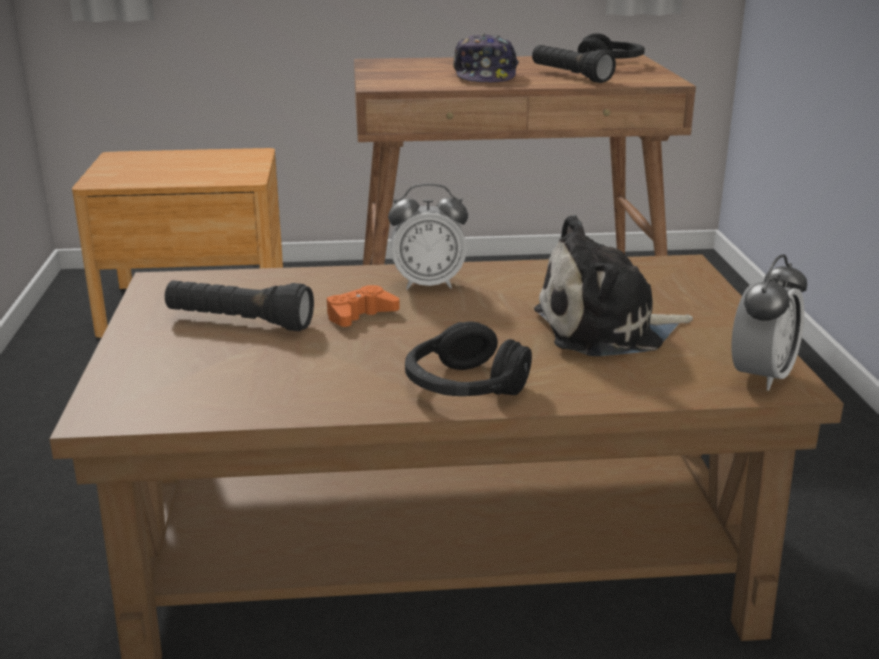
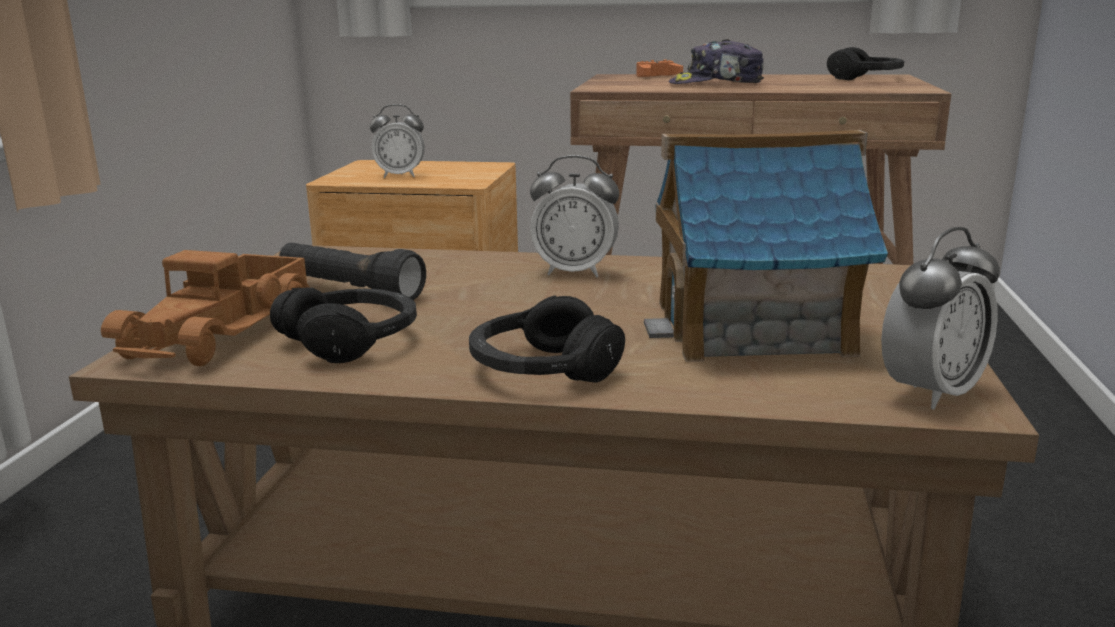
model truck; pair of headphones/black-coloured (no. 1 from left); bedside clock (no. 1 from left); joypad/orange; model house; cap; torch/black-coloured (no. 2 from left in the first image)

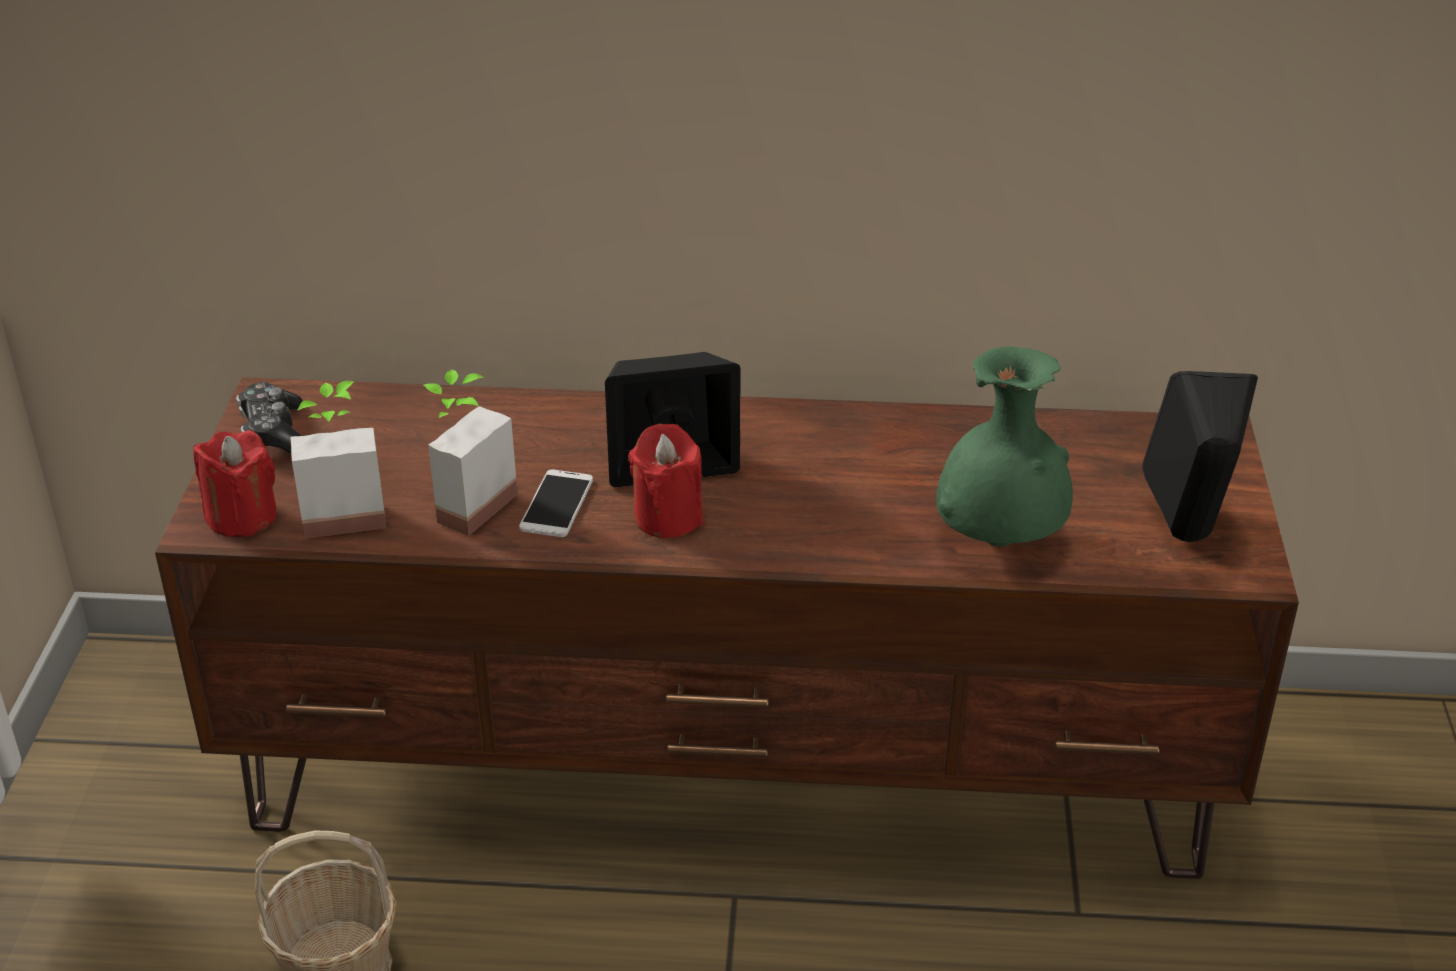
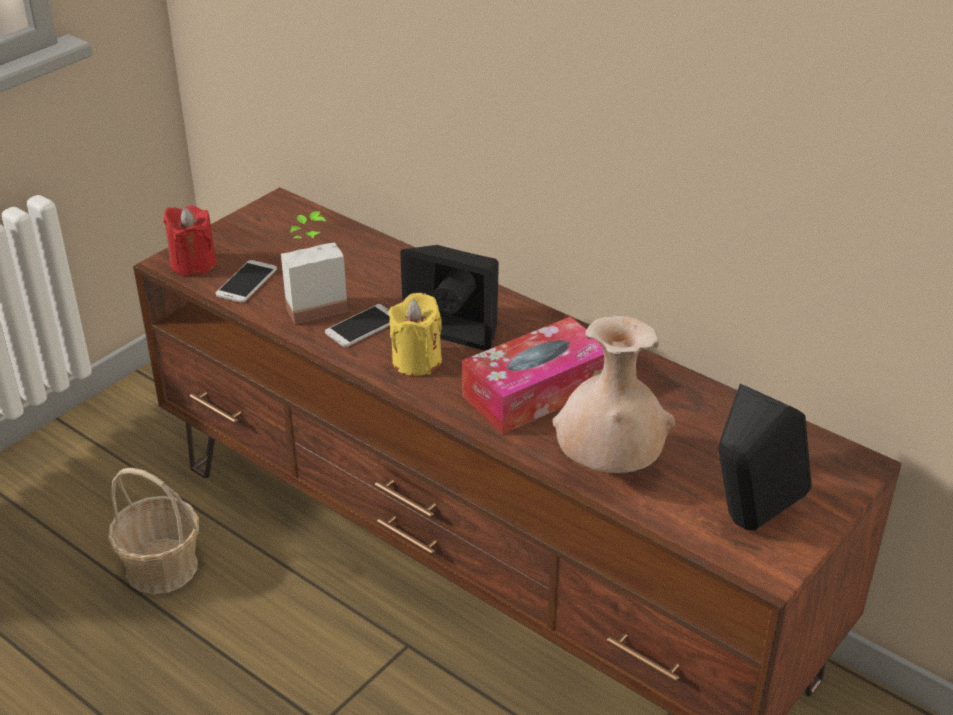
phone (no. 1 from left); wax candle/yellowish; box of tissues; vase/beige-coloured; joypad

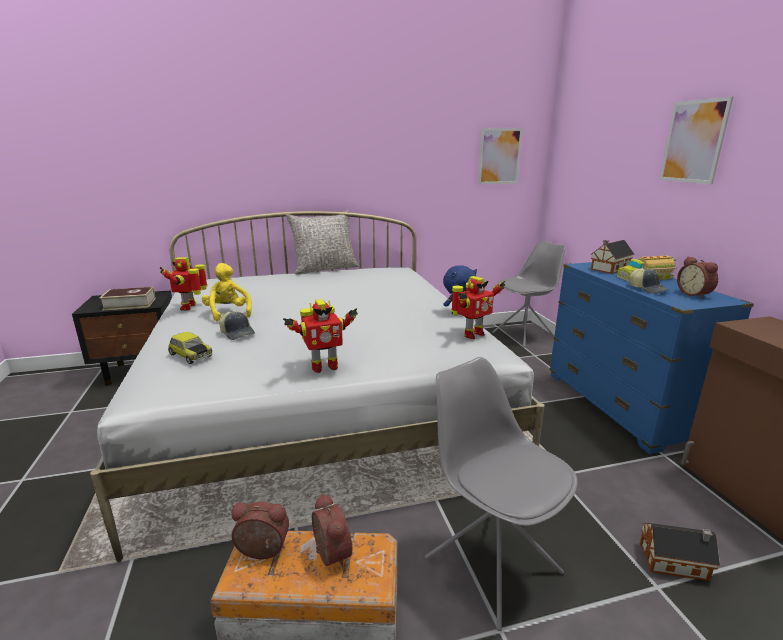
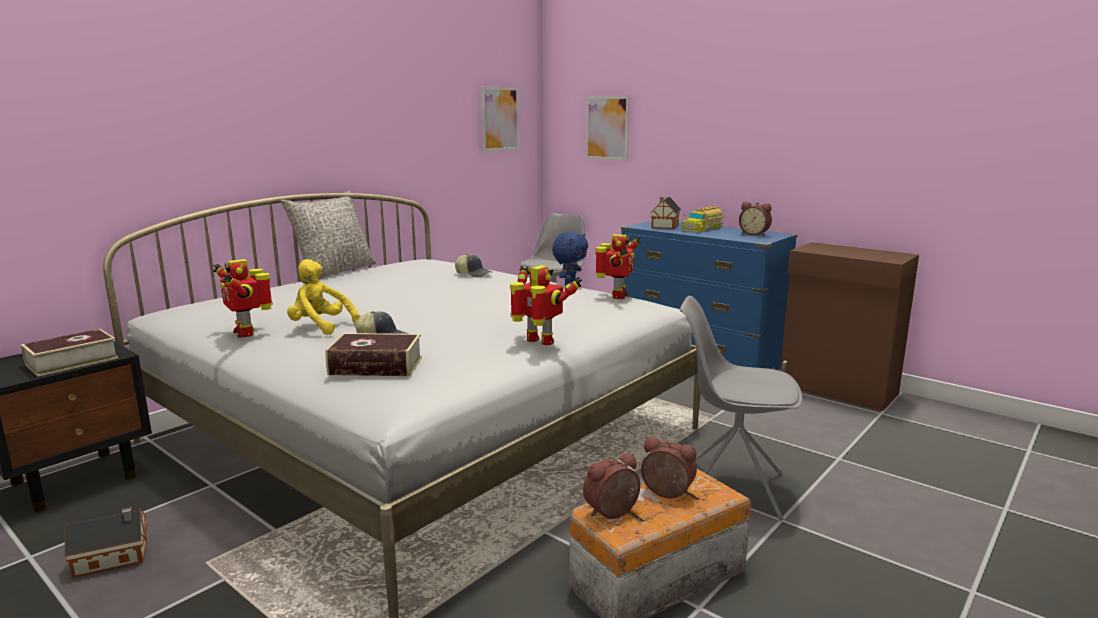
model house (no. 1 from left); bound book (no. 2 from left); cap (no. 2 from left); model robot (no. 2 from left); wall art (no. 2 from left)

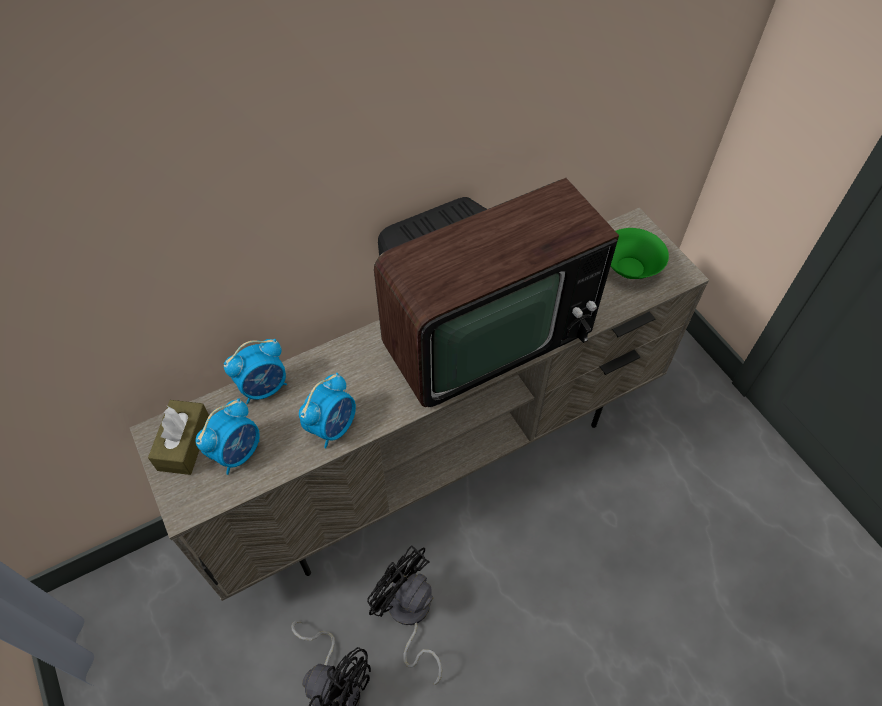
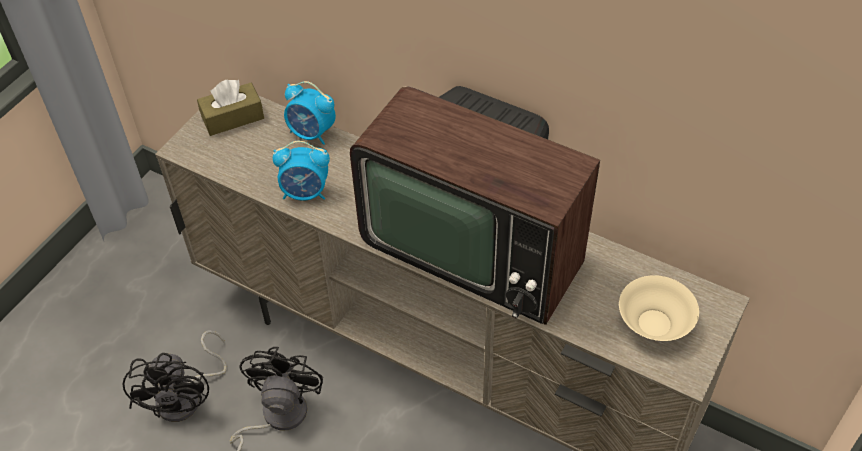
bowl/beige-coloured; bedside clock (no. 1 from left in the first image)

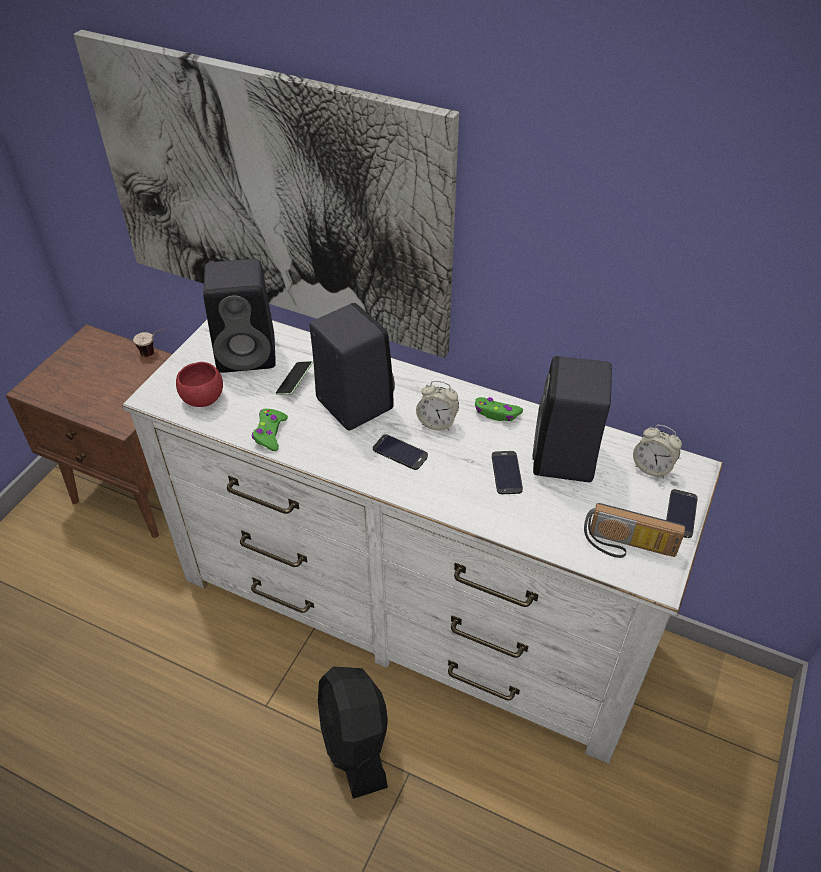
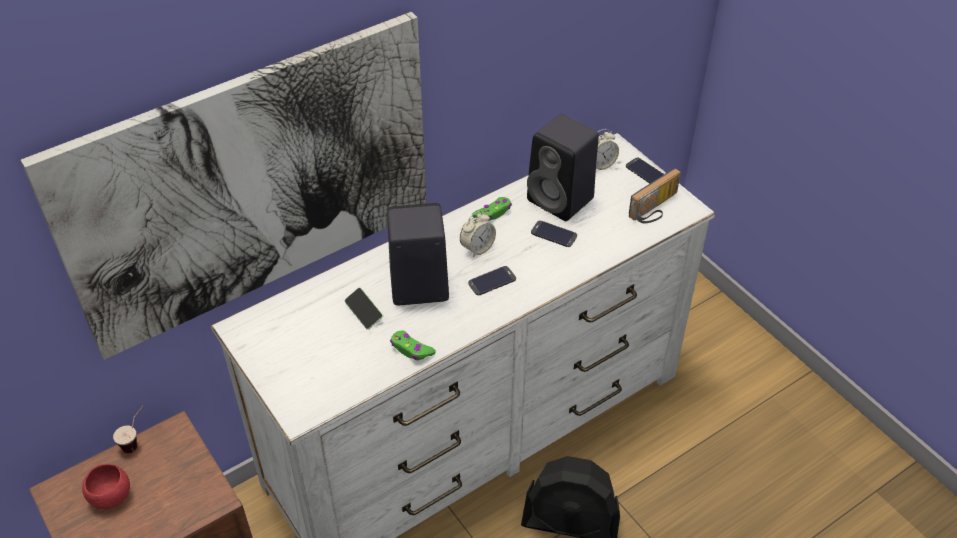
bowl/red-coloured; speaker/black-coloured (no. 1 from left in the first image)

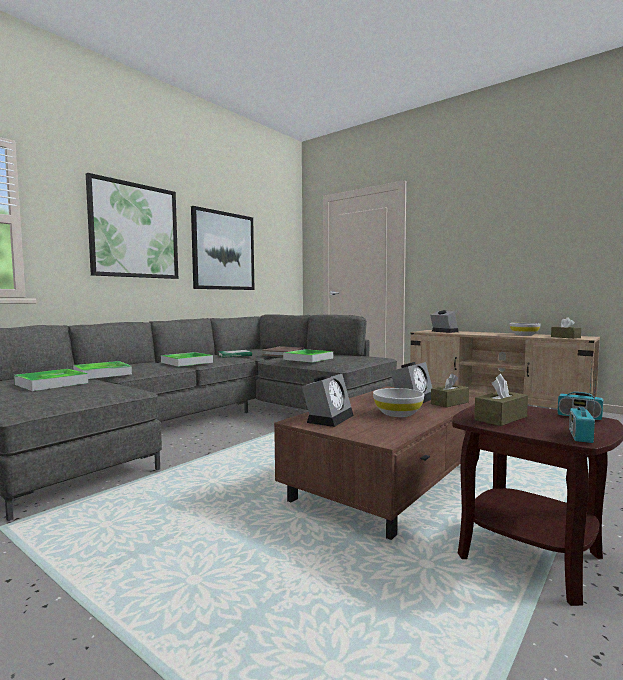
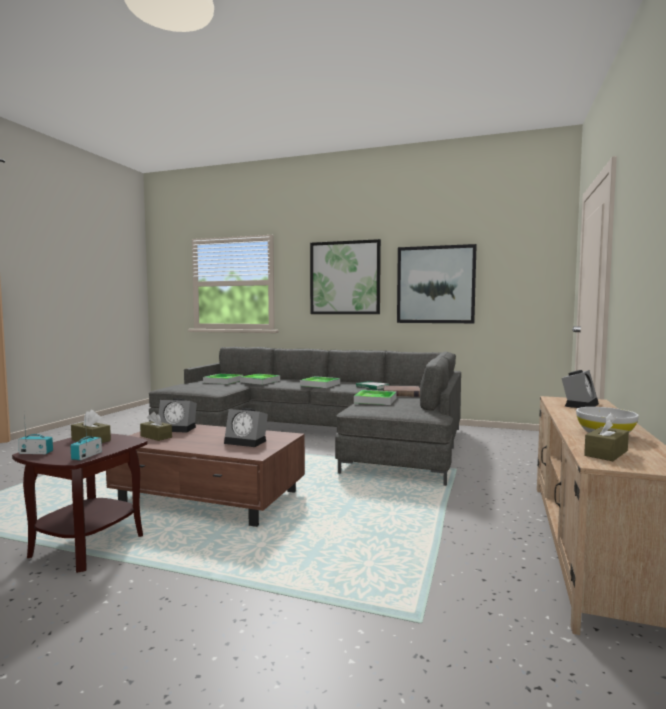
box of tissues/brownish (no. 2 from left); bowl/whitish (no. 1 from left in the first image)

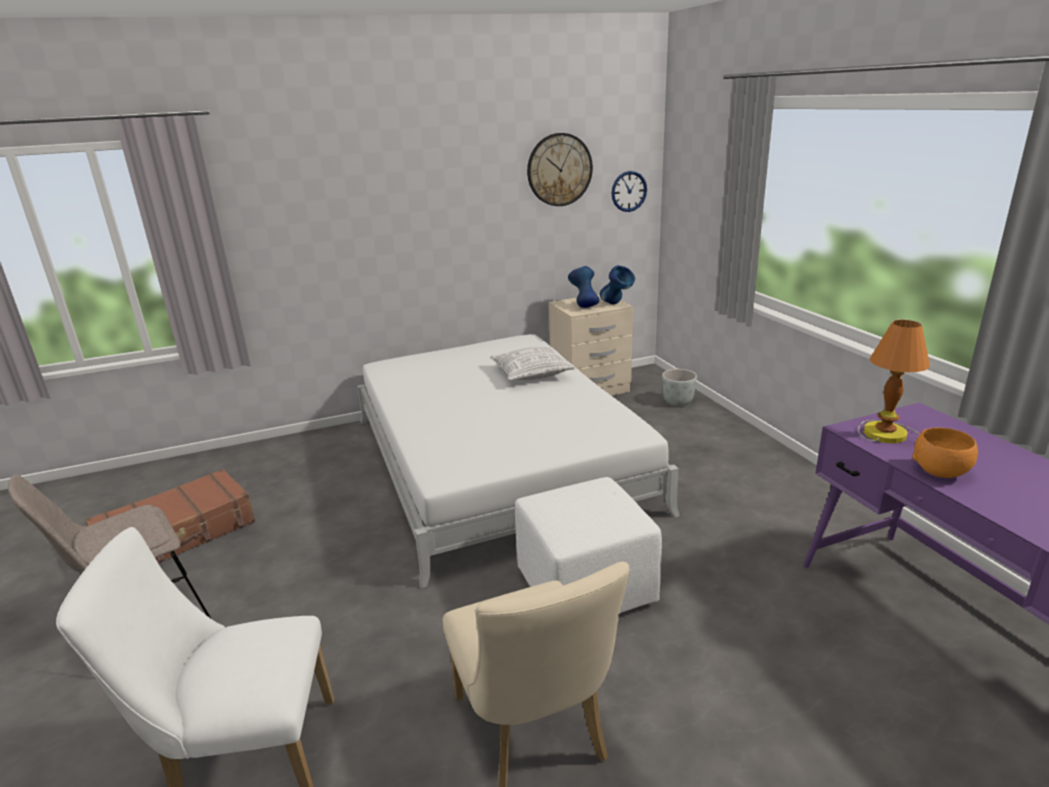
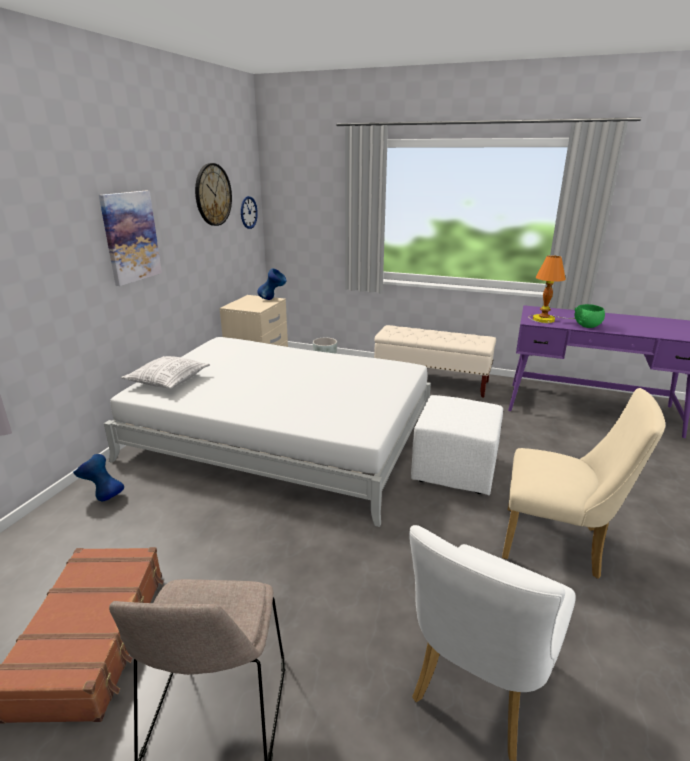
vase/blue (no. 1 from left); wall art; throw pillow; long seat/beige-coloured; bowl/greenish

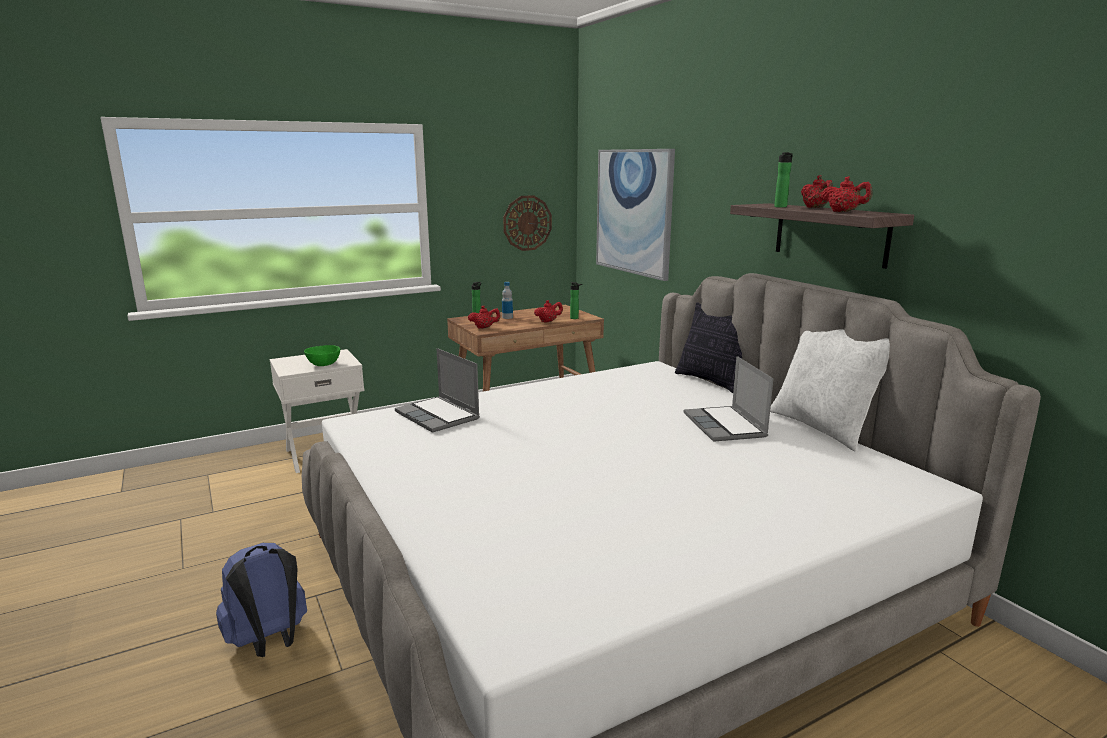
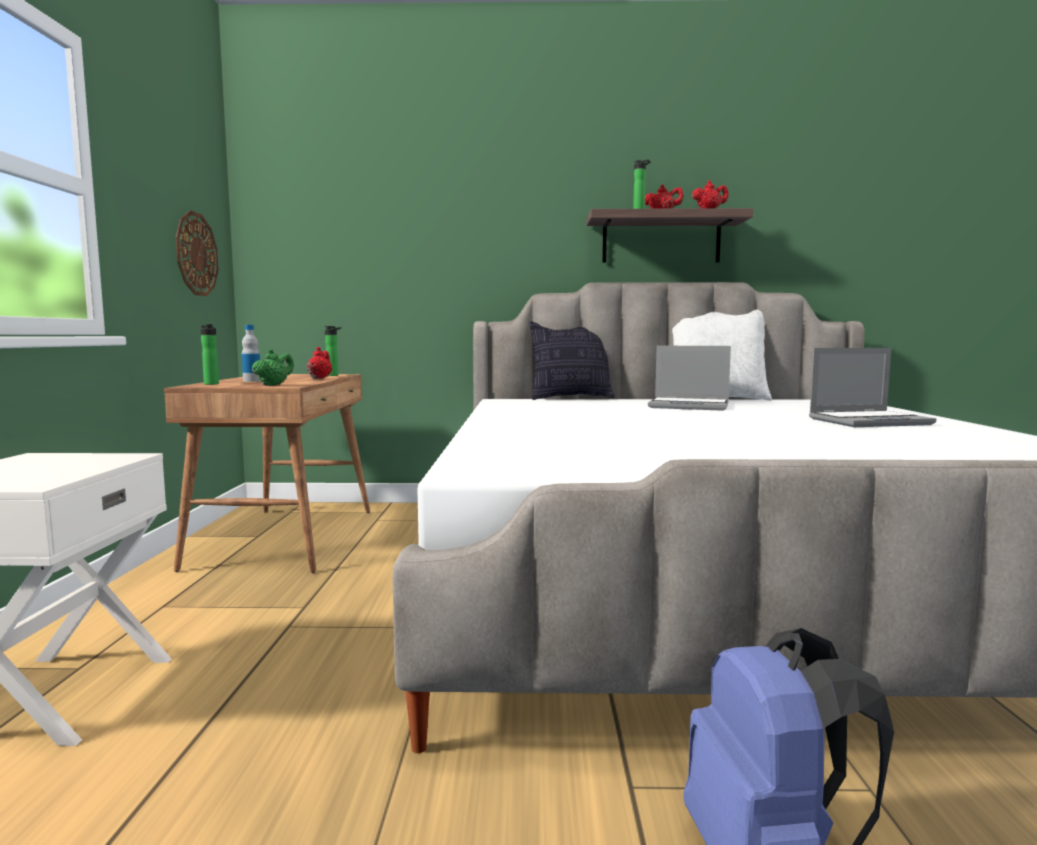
tea pot/greenish; notebook computer (no. 2 from left); bowl/greenish; wall art

